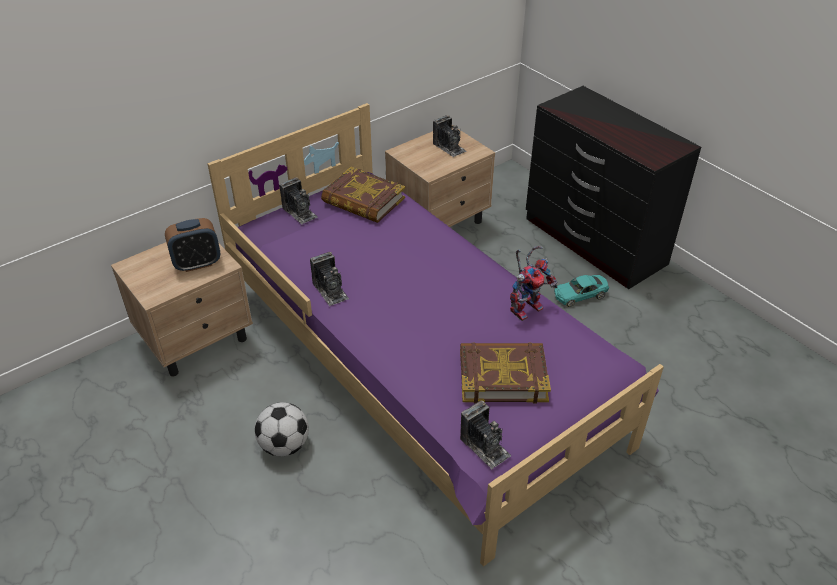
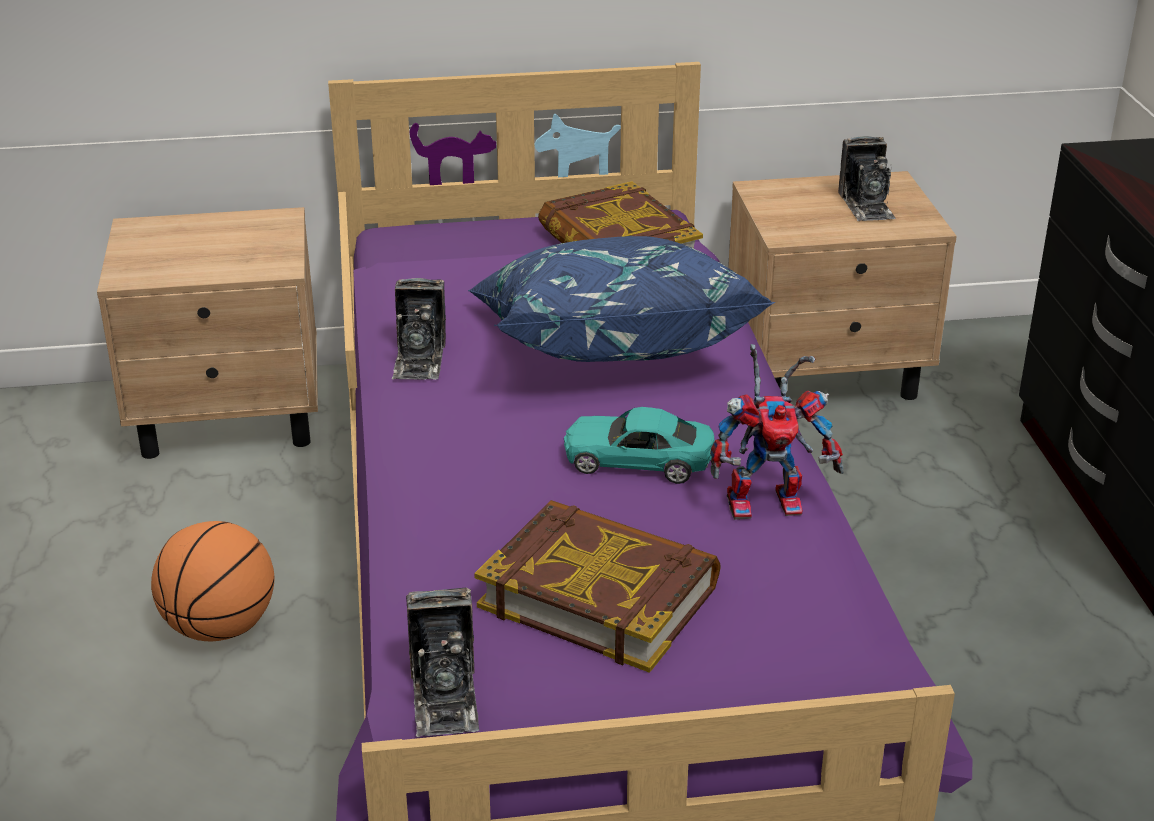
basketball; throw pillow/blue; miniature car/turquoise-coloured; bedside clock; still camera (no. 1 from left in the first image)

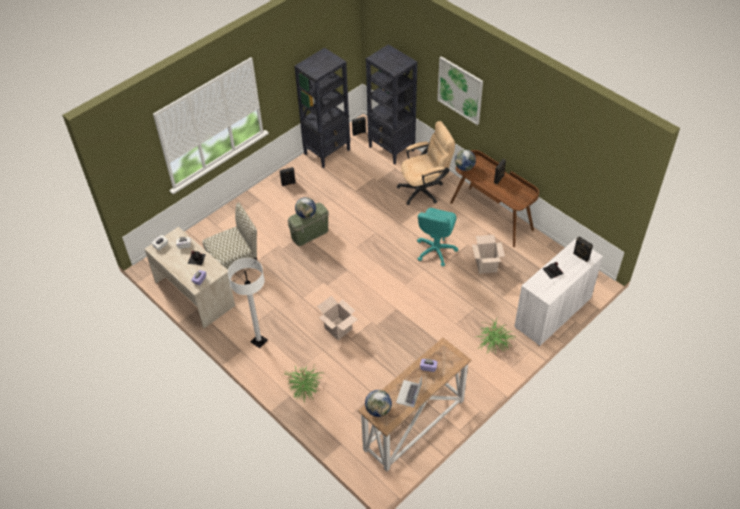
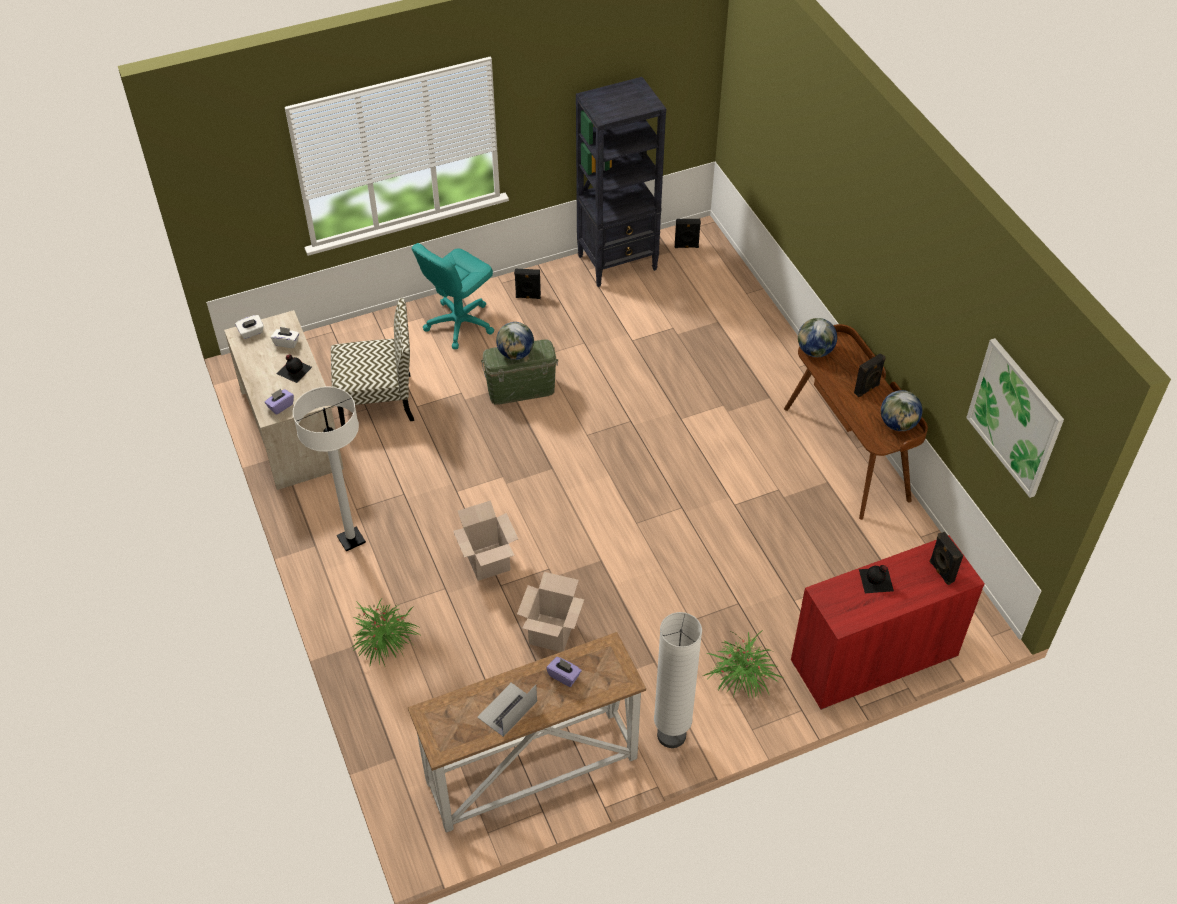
computer chair/turquoise-coloured; carton (no. 2 from left); standing lamp/whitish (no. 2 from left); storage cabinet/red-coloured; world globe (no. 3 from left); wall art; bookshelf/black-coloured (no. 2 from left in the first image); computer chair/beige-coloured

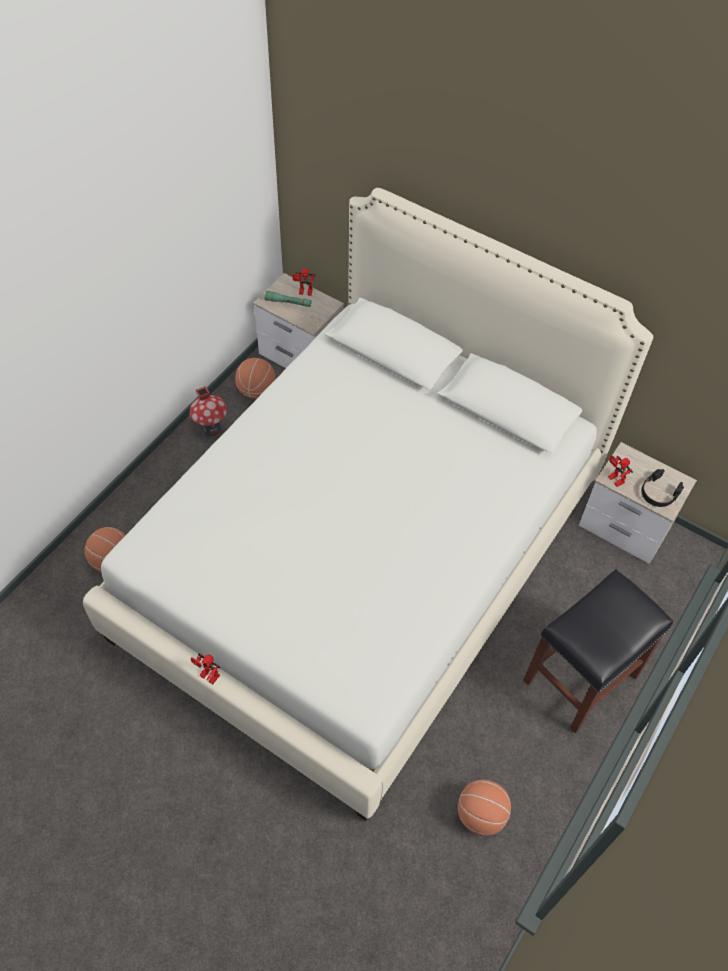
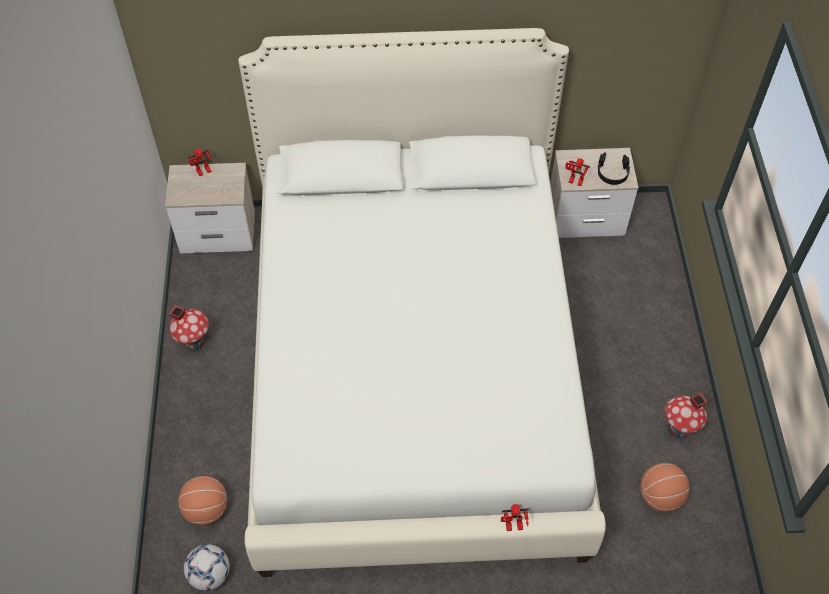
football ball; model robot (no. 2 from left); model house (no. 2 from left); basketball (no. 2 from left in the first image); torch/greenish; stool seat/black-coloured

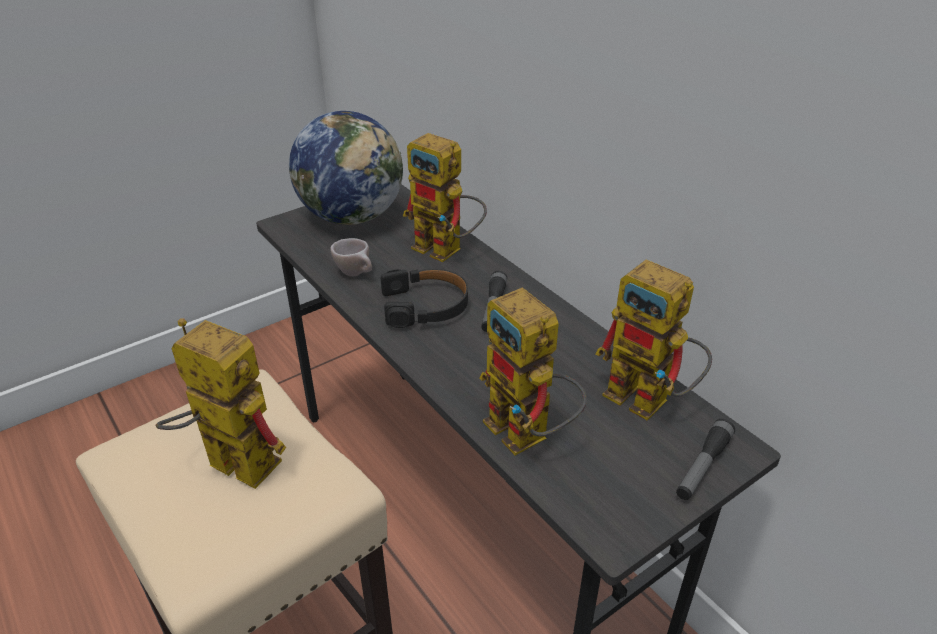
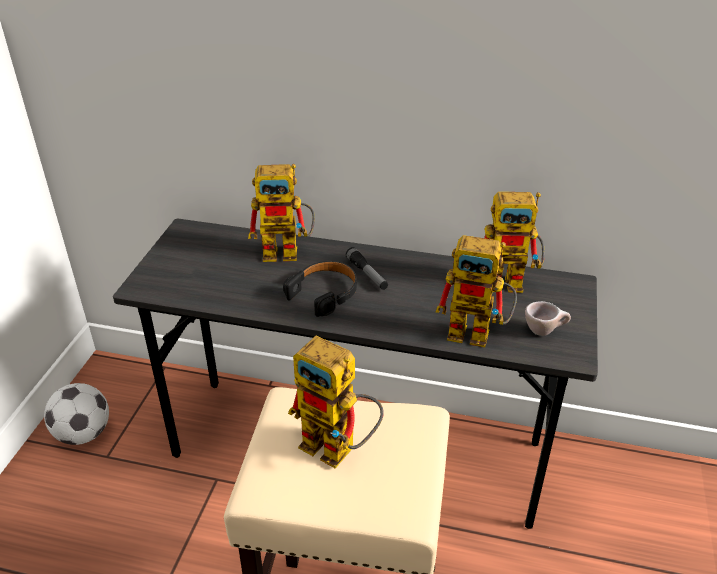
football ball; model robot (no. 2 from left); cup/beige-coloured; world globe; torch (no. 2 from left in the first image)

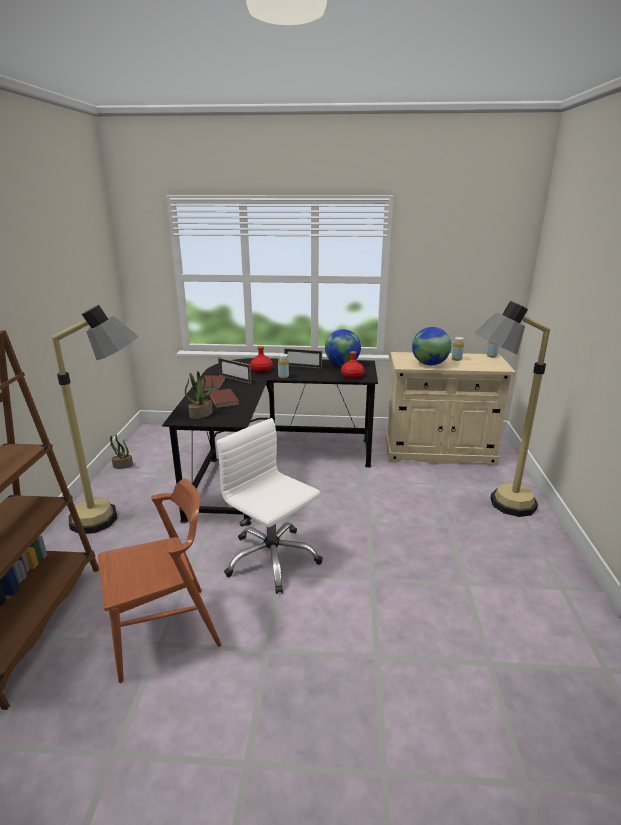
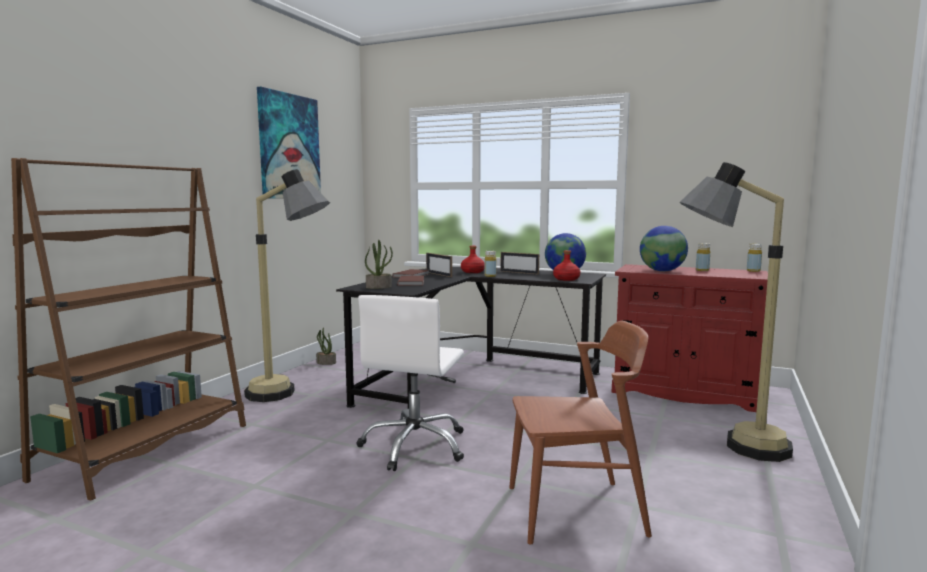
wall art; computer chair/whitish; upright chair/brownish; storage cabinet/red-coloured

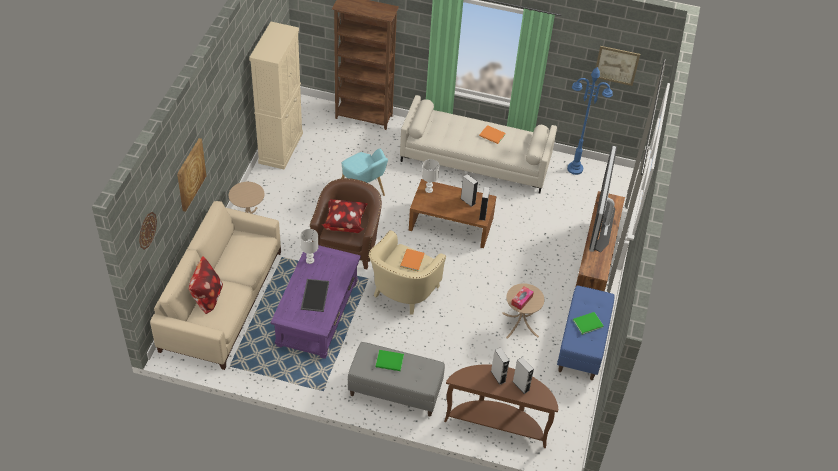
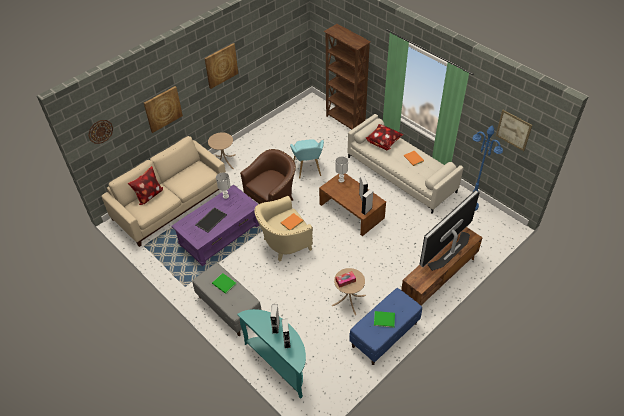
wall art (no. 2 from left); hall table/turquoise-coloured; throw pillow (no. 2 from left); storage cabinet/beige-coloured

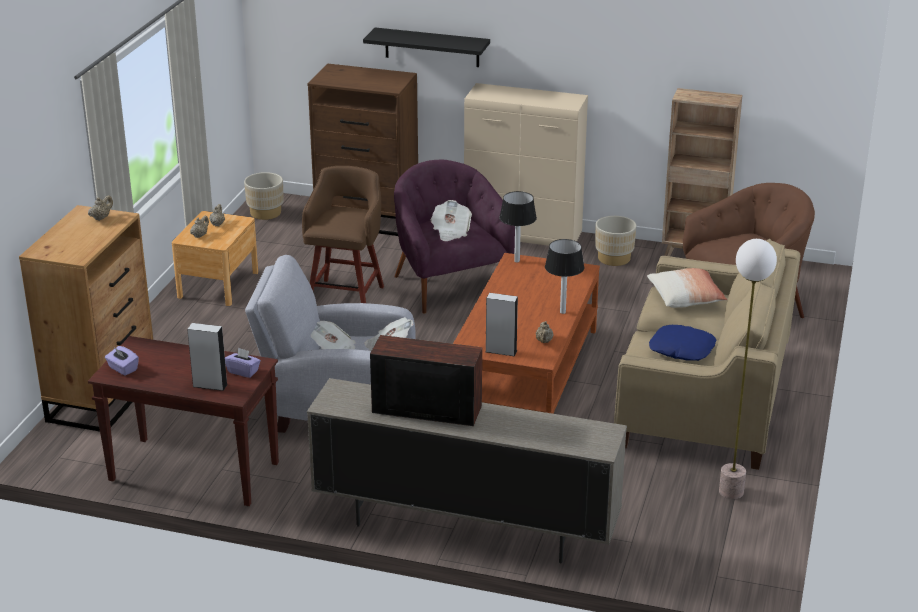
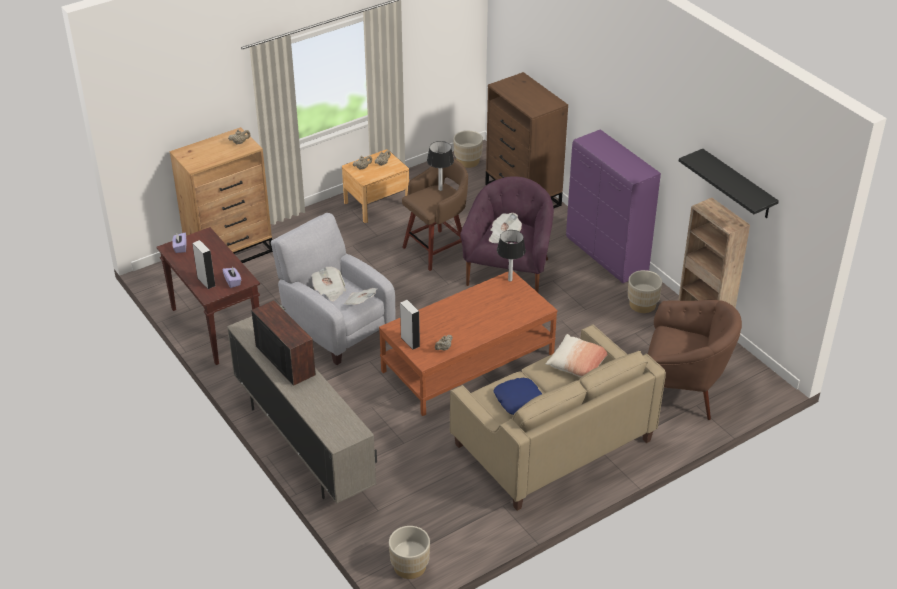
flower pot/beige-coloured (no. 1 from left); lamp for a table (no. 1 from left); storage cabinet/purplish; bracket shelf/black-coloured; standing lamp

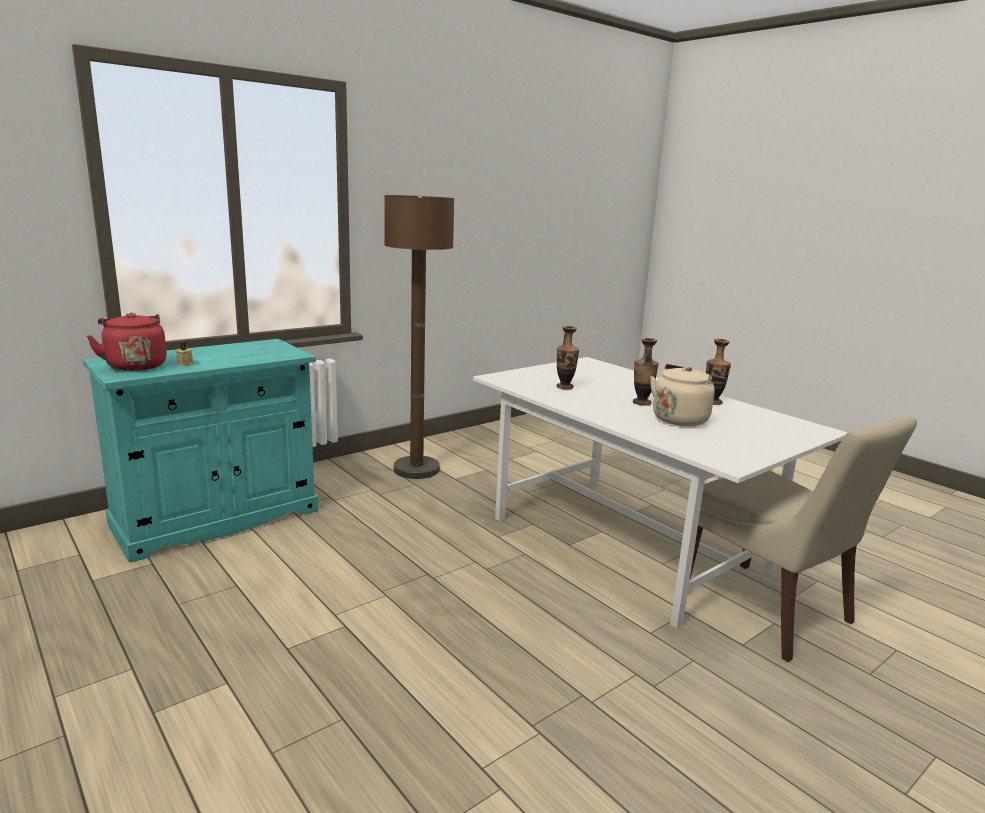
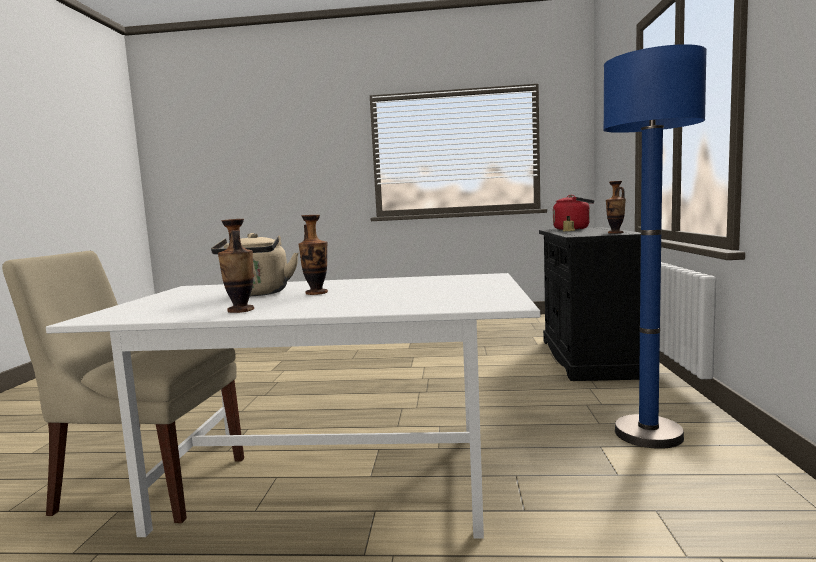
storage cabinet/black-coloured; standing lamp/blue; vase (no. 3 from left)

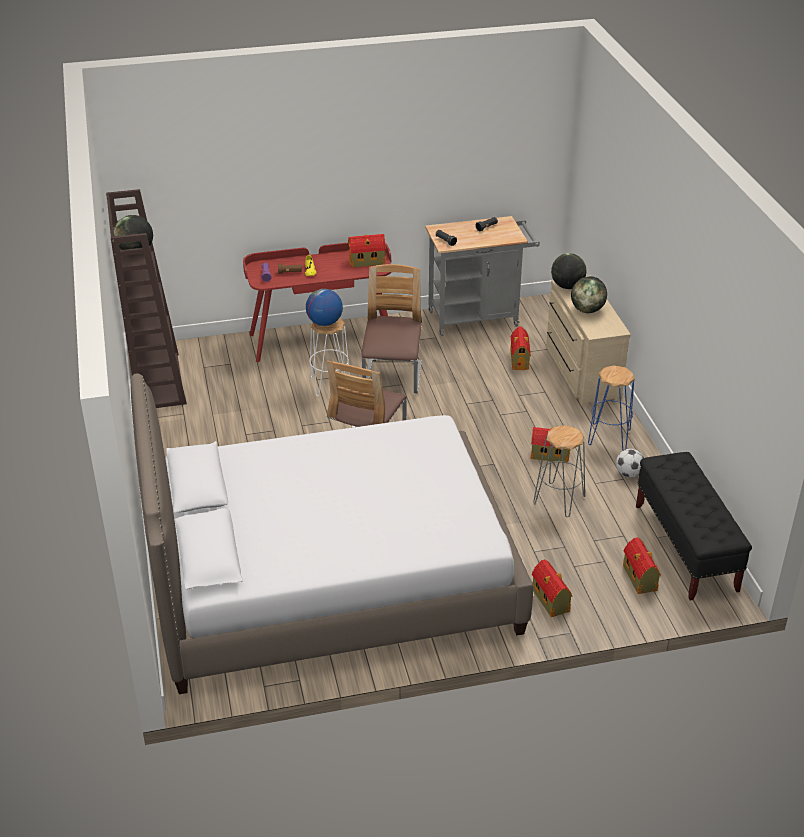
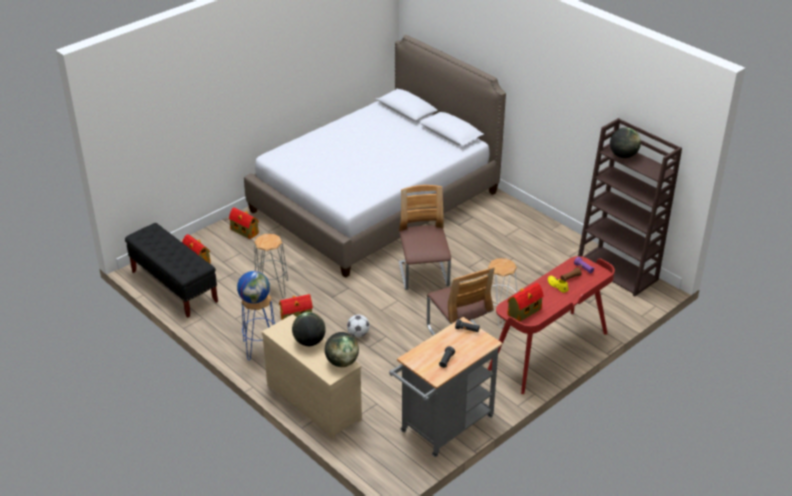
world globe (no. 1 from left); football ball; model house (no. 2 from left in the first image)

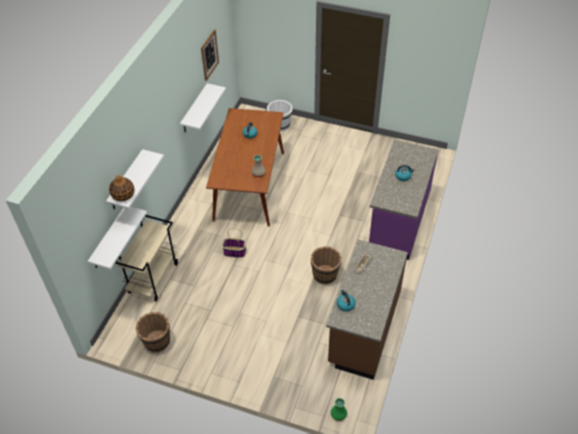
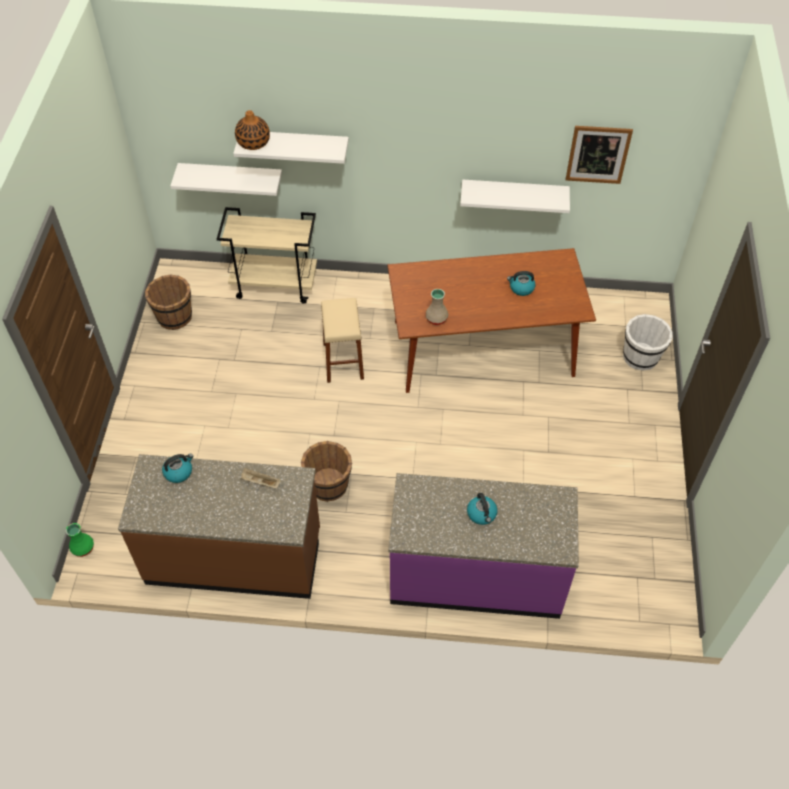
stool seat/beige-coloured

